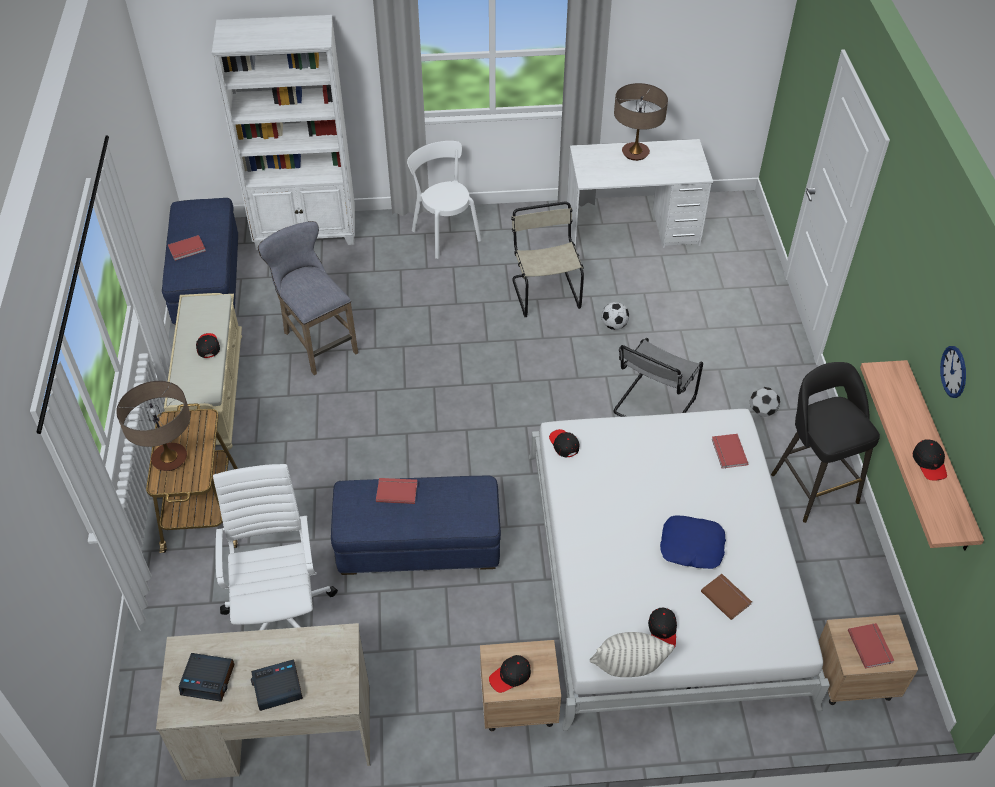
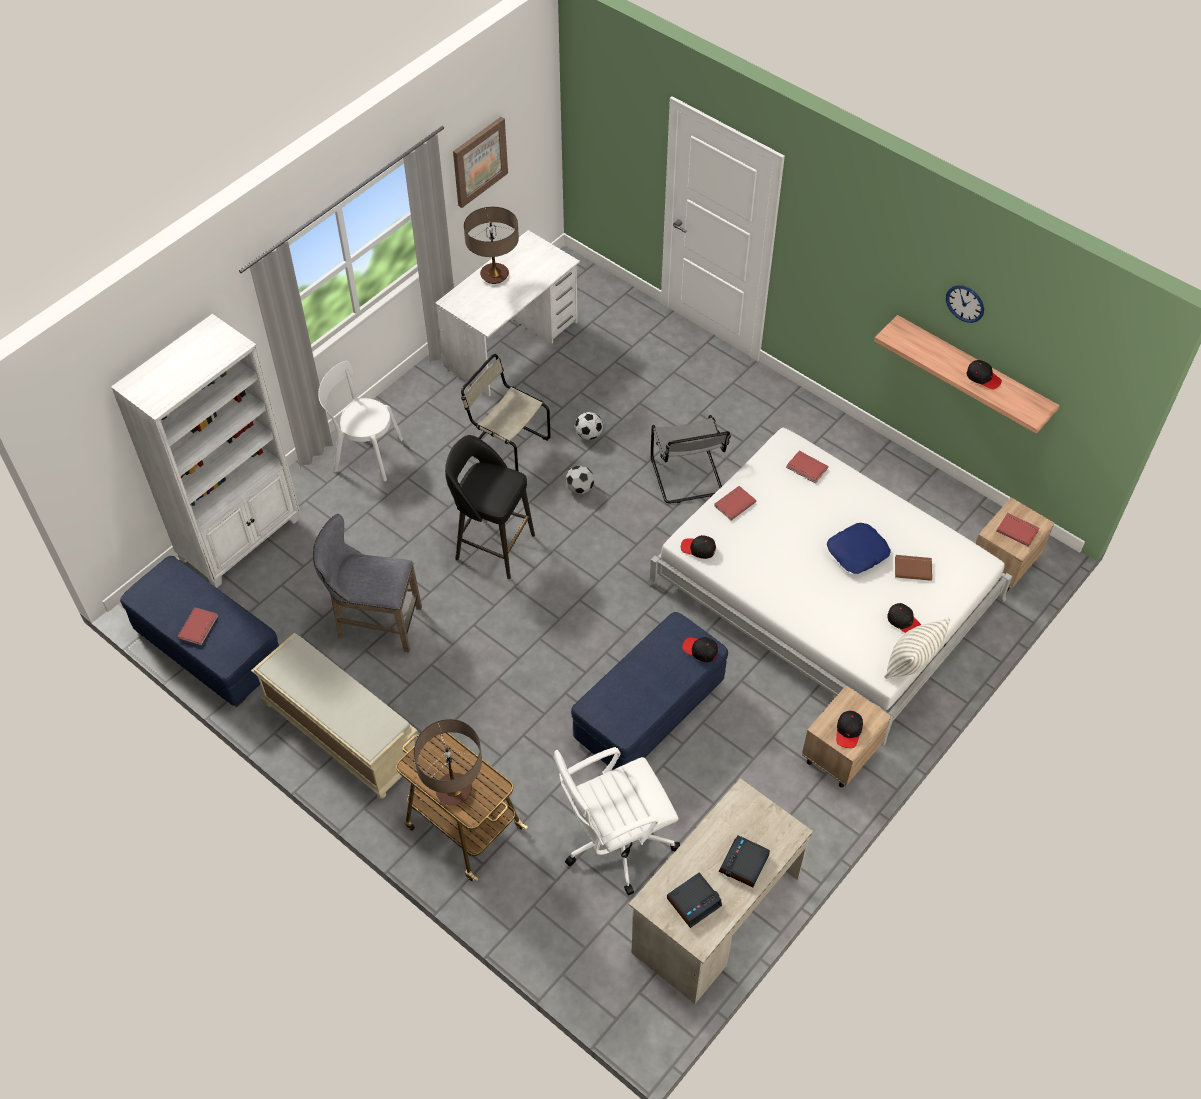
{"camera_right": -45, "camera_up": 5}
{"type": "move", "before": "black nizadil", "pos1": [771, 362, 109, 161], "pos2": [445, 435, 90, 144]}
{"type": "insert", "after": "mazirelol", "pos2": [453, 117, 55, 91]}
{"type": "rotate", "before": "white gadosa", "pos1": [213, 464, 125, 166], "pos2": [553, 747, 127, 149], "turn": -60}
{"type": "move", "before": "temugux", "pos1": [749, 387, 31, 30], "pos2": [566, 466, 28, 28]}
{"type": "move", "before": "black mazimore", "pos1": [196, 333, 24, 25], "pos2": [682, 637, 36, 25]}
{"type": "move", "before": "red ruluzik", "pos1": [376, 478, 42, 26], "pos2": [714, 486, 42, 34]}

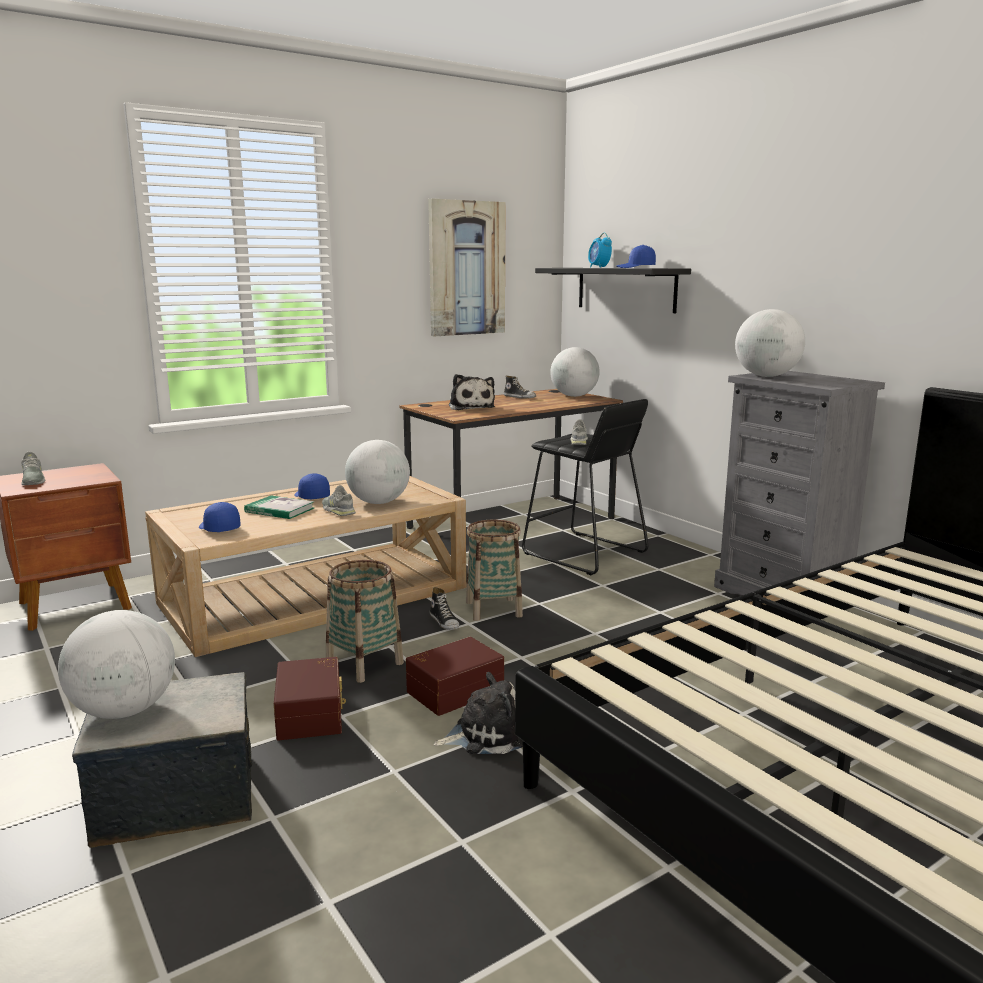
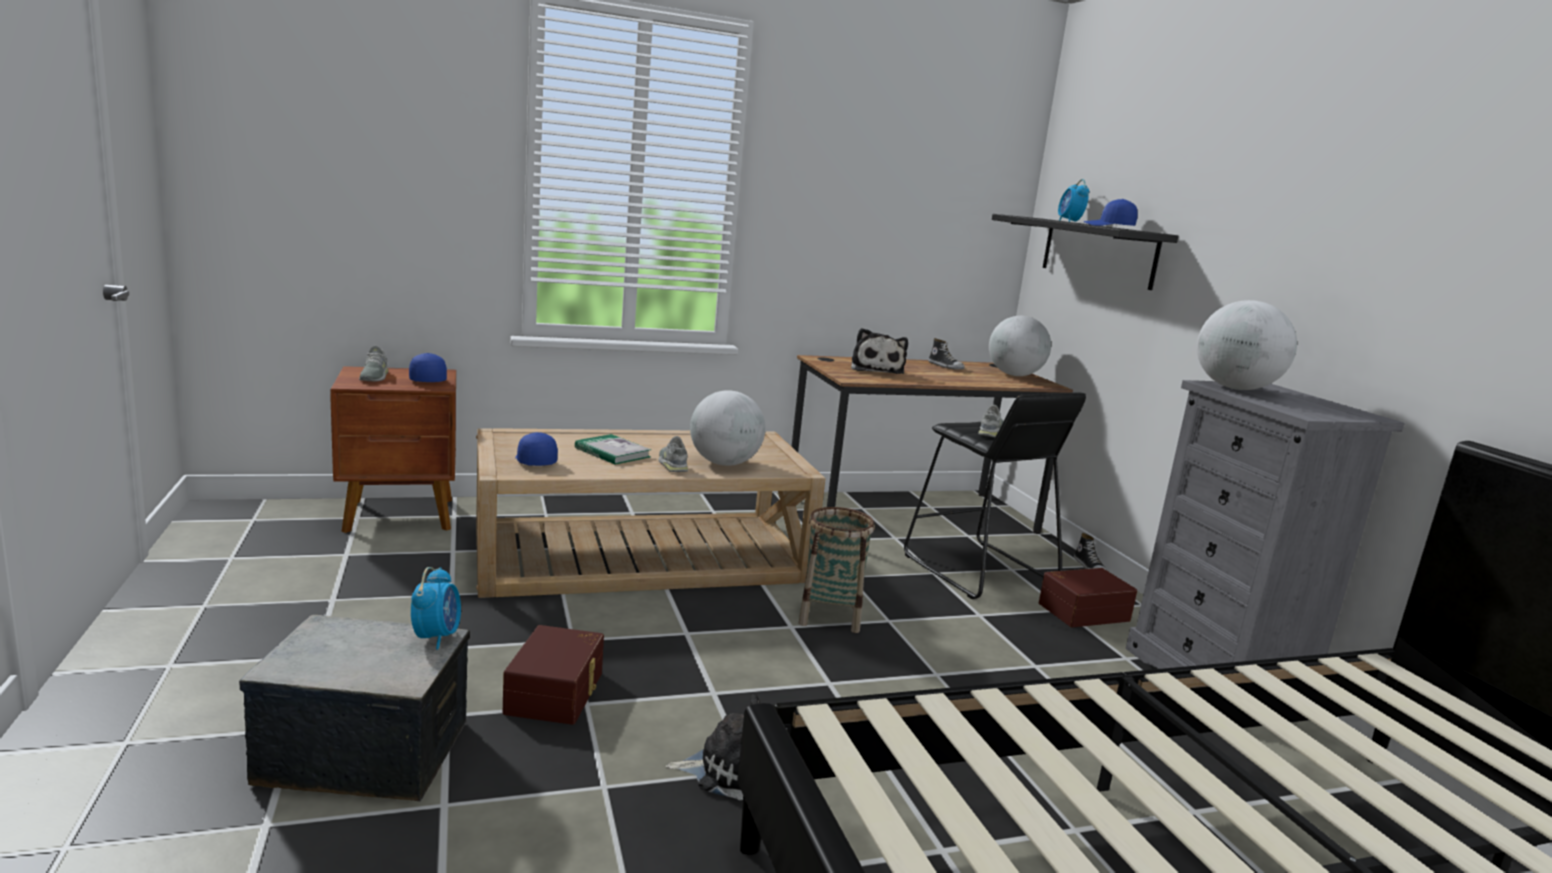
{"camera_right": 15, "camera_up": 0}
{"type": "move", "before": "blue mazimore", "pos1": [294, 473, 36, 26], "pos2": [409, 353, 38, 29]}
{"type": "insert", "after": "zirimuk", "pos2": [411, 567, 50, 83]}
{"type": "move", "before": "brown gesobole", "pos1": [406, 637, 98, 79], "pos2": [1039, 568, 98, 59]}
{"type": "move", "before": "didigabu", "pos1": [430, 587, 29, 43], "pos2": [1074, 533, 33, 37]}
{"type": "delete", "before": "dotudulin", "pos1": [58, 610, 117, 109]}
{"type": "delete", "before": "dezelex", "pos1": [326, 560, 78, 123]}
{"type": "delete", "before": "mazirelol", "pos1": [428, 198, 77, 138]}

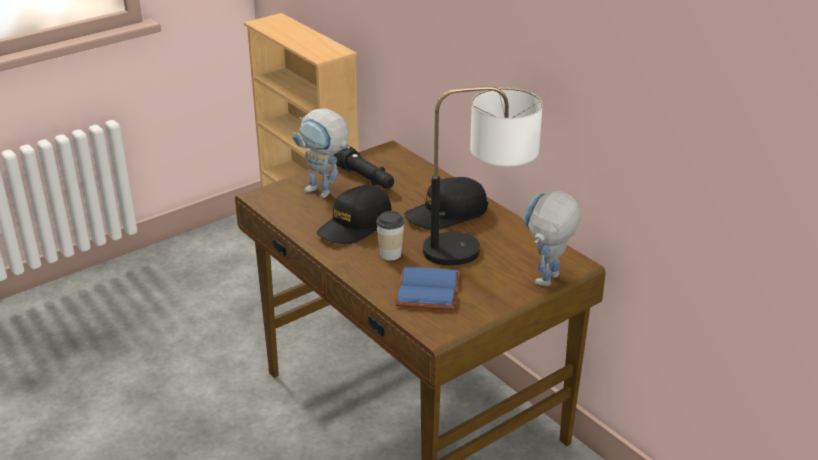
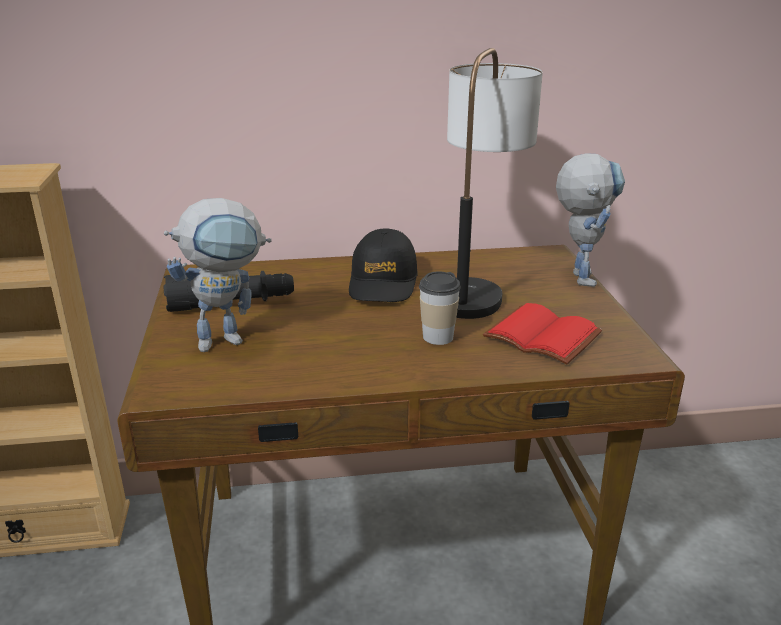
{"camera_right": -60, "camera_up": -5}
{"type": "recolor", "before": "blue ruluzik", "after": "red ruluzik", "pos1": [395, 266, 65, 44], "pos2": [483, 303, 119, 62]}
{"type": "rotate", "before": "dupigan", "pos1": [523, 191, 58, 95], "pos2": [556, 153, 69, 134], "turn": -150}
{"type": "delete", "before": "black mazimore", "pos1": [317, 185, 75, 59]}

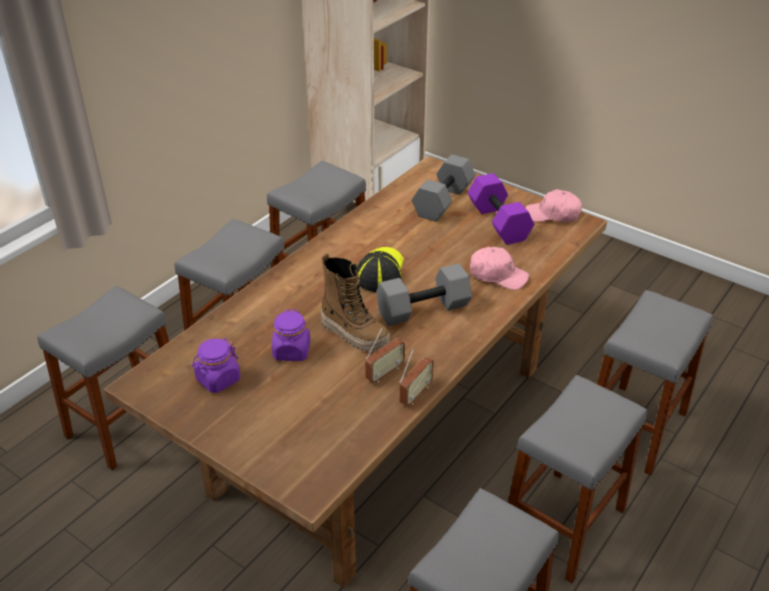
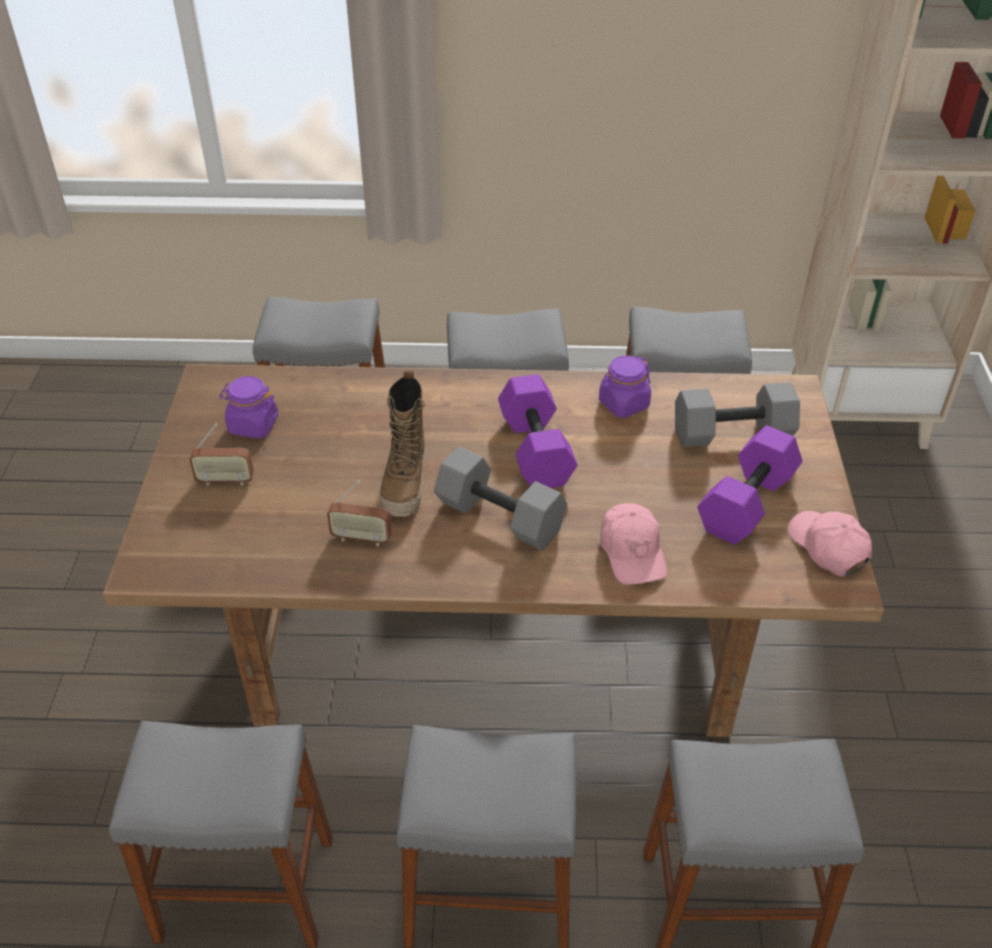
{"camera_right": 55, "camera_up": 5}
{"type": "move", "before": "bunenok", "pos1": [400, 349, 34, 57], "pos2": [189, 424, 65, 62]}
{"type": "replace", "before": "mazimore", "after": "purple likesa", "pos1": [357, 247, 47, 45], "pos2": [498, 374, 79, 114]}
{"type": "move", "before": "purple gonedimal", "pos1": [272, 309, 38, 52], "pos2": [599, 355, 52, 63]}

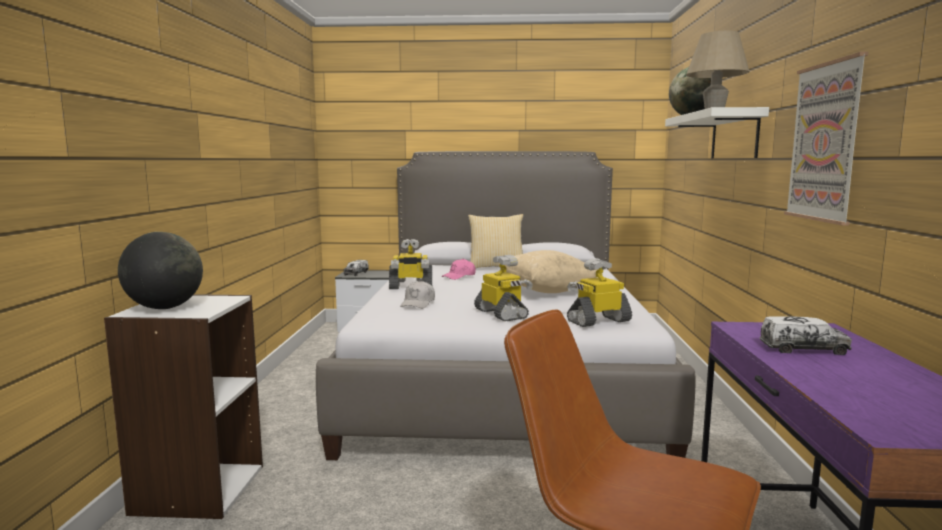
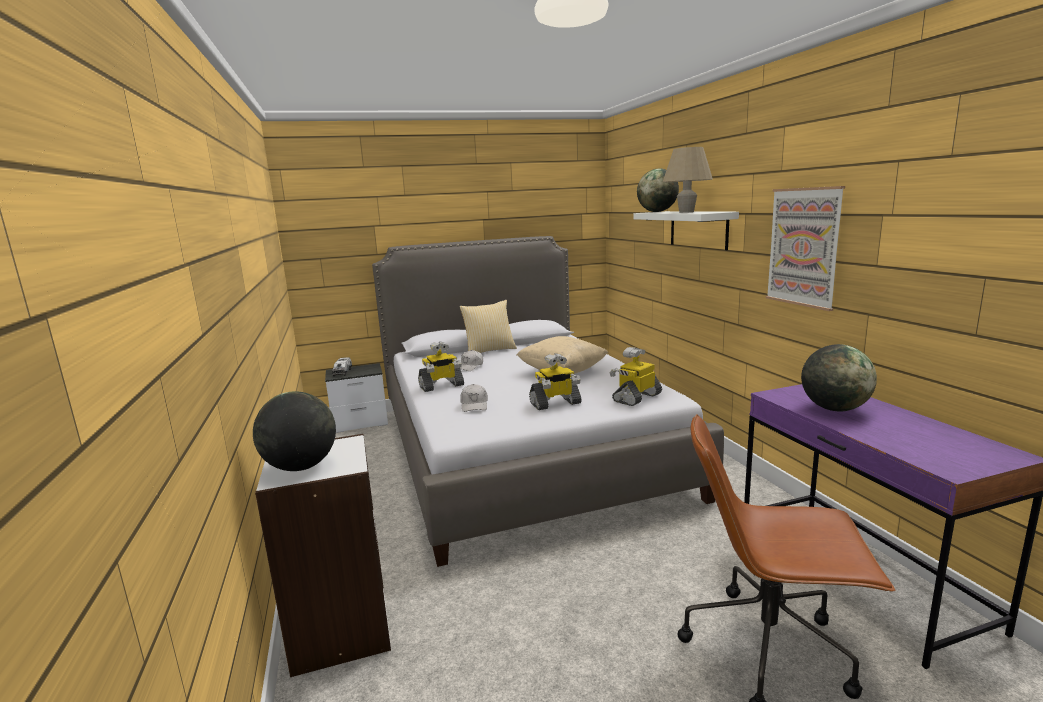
{"camera_right": -20, "camera_up": 5}
{"type": "recolor", "before": "pink mazimore", "after": "white mazimore", "pos1": [442, 259, 34, 21], "pos2": [460, 350, 23, 21]}
{"type": "rotate", "before": "dupigan", "pos1": [474, 255, 59, 66], "pos2": [529, 353, 53, 57], "turn": 120}
{"type": "replace", "before": "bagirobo", "after": "dotudulin", "pos1": [759, 316, 93, 39], "pos2": [801, 344, 76, 67]}

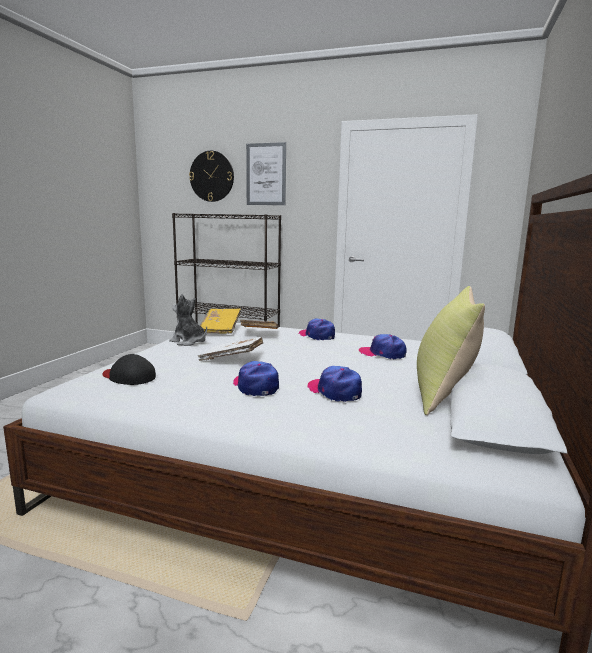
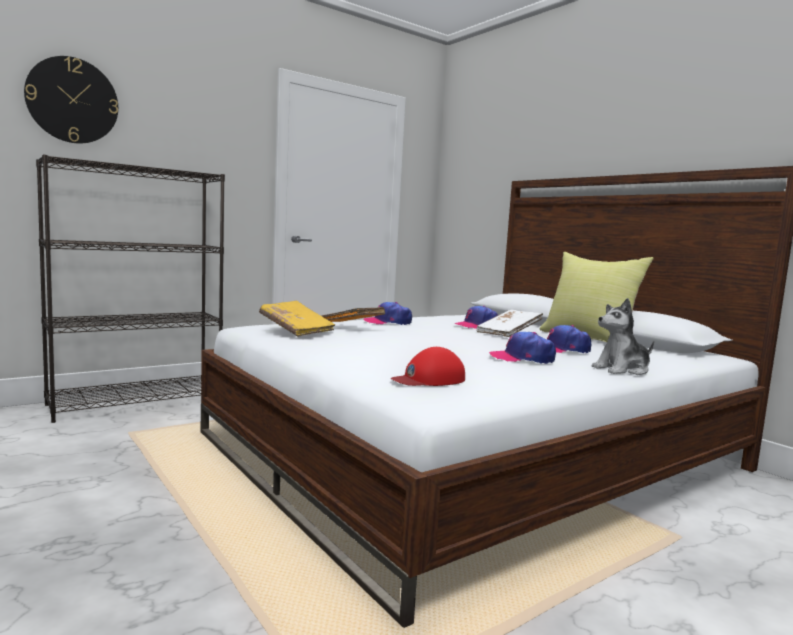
{"camera_right": -55, "camera_up": -5}
{"type": "recolor", "before": "black mazimore", "after": "red mazimore", "pos1": [103, 354, 53, 31], "pos2": [391, 347, 74, 39]}
{"type": "move", "before": "white ruluzik", "pos1": [198, 337, 65, 24], "pos2": [476, 310, 67, 27]}
{"type": "move", "before": "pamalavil", "pos1": [169, 294, 38, 52], "pos2": [592, 298, 62, 77]}
{"type": "delete", "before": "mazirelol", "pos1": [246, 142, 40, 63]}

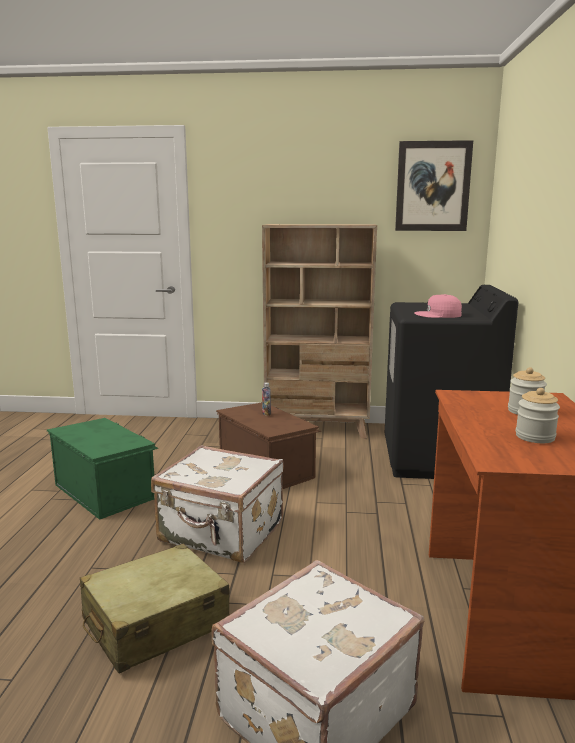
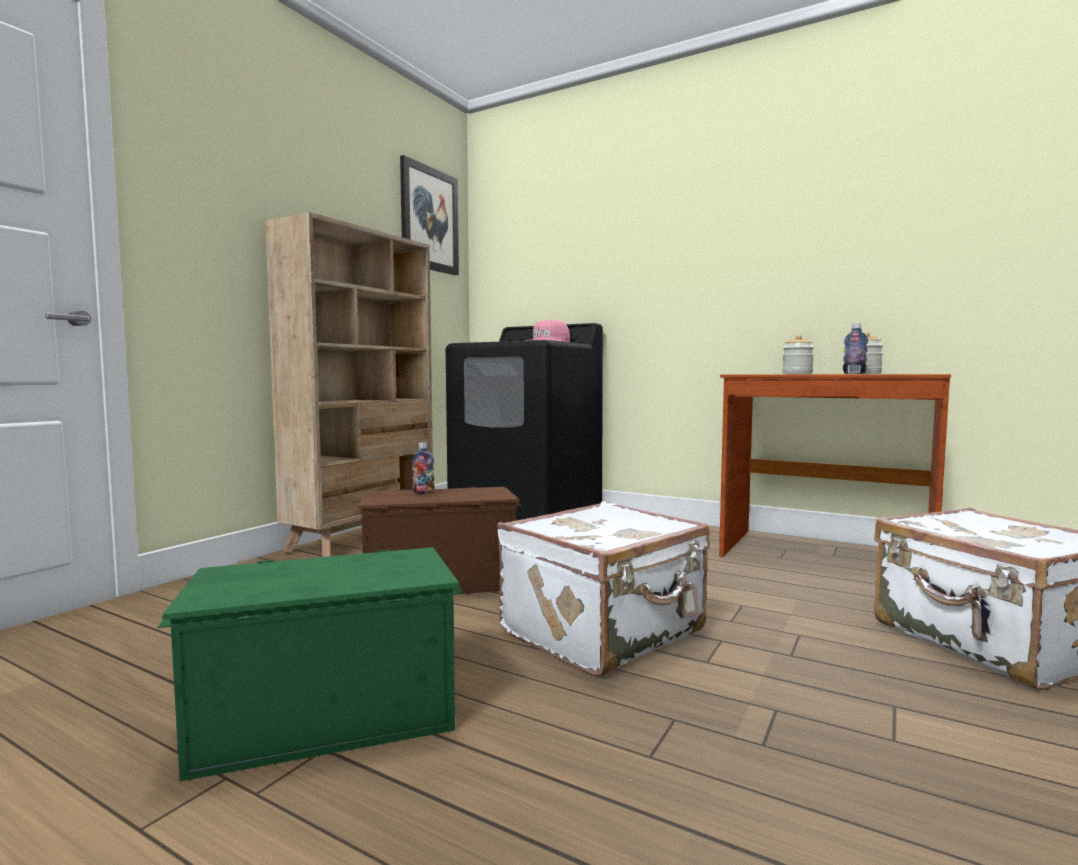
{"camera_right": -65, "camera_up": -10}
{"type": "insert", "after": "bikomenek", "pos2": [843, 323, 25, 51]}
{"type": "delete", "before": "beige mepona", "pos1": [80, 544, 149, 130]}

